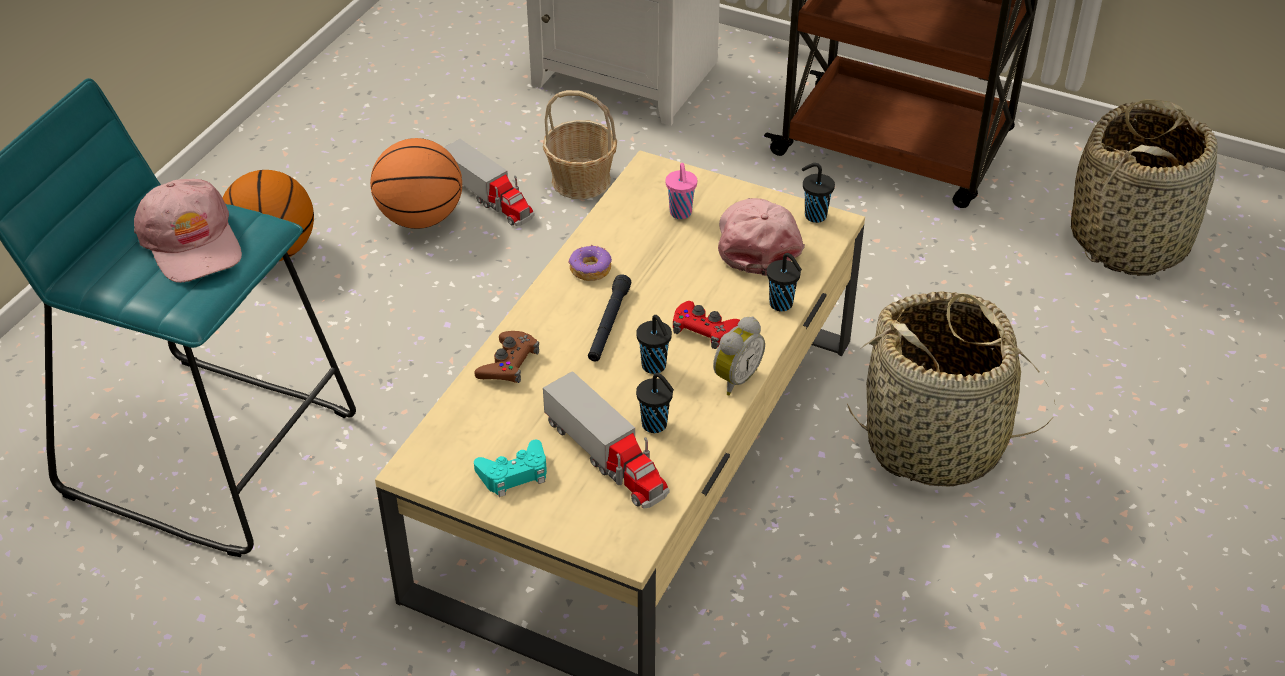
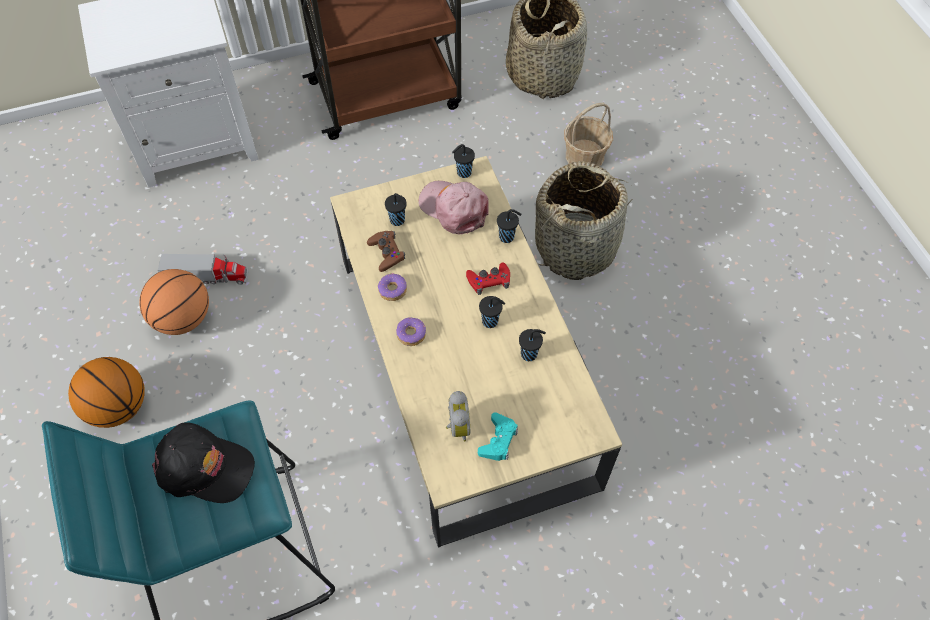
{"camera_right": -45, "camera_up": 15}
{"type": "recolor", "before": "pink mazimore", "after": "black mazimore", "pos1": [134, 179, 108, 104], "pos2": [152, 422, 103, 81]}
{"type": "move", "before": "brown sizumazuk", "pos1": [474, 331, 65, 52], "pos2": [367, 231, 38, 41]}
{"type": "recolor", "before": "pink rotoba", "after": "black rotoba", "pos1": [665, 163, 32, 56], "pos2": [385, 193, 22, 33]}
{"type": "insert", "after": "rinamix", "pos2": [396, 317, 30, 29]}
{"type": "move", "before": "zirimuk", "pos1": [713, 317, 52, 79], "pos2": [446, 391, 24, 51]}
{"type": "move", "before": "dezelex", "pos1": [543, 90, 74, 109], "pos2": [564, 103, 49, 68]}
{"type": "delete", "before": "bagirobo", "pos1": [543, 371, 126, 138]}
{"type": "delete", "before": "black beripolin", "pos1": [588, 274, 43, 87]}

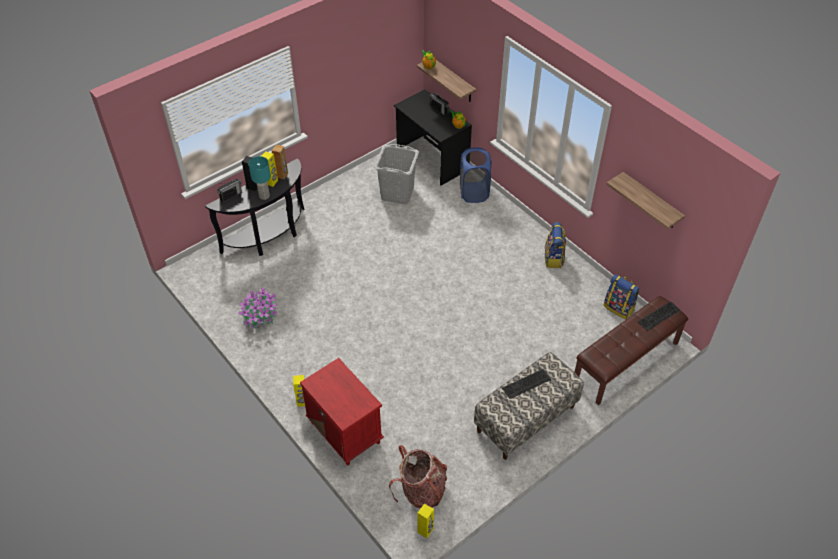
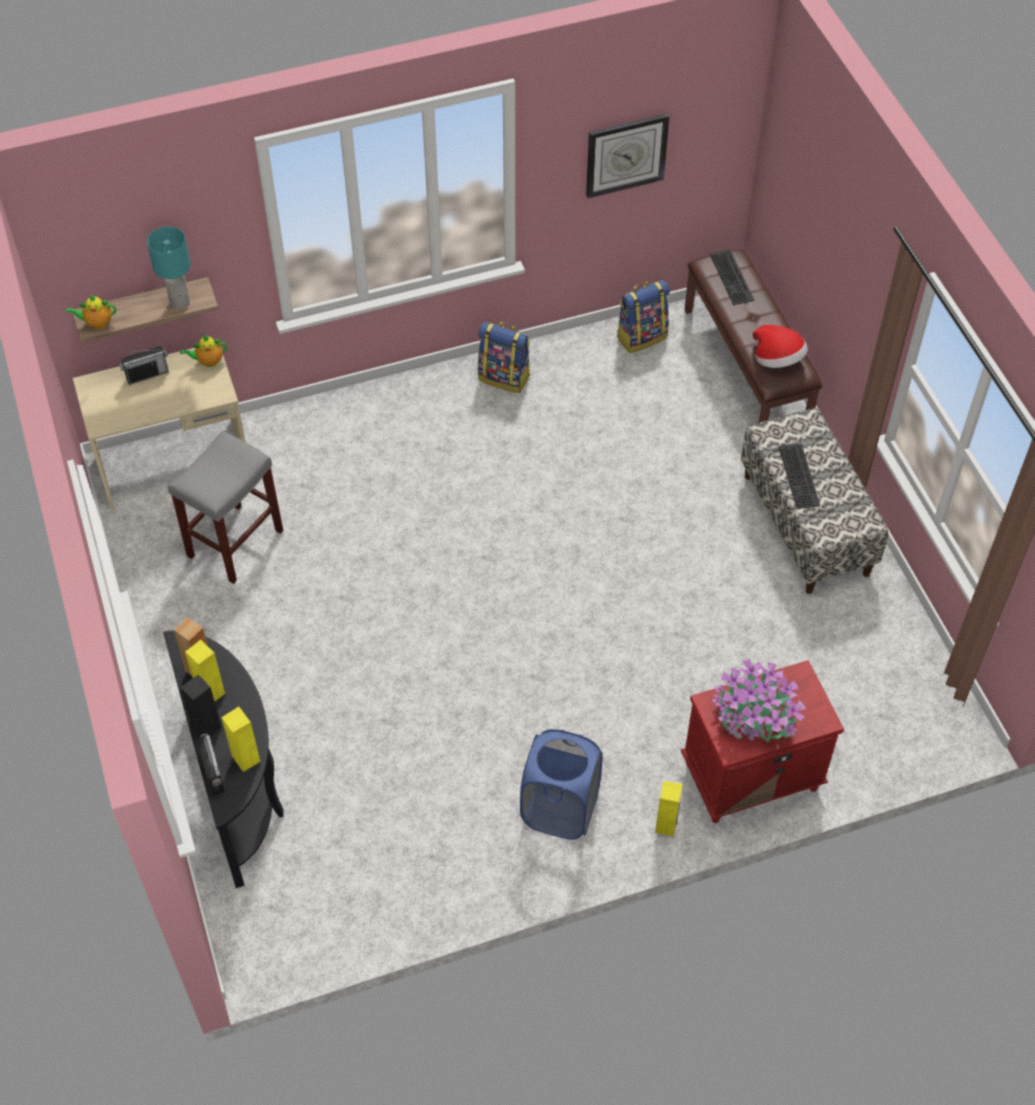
{"camera_right": -70, "camera_up": 5}
{"type": "recolor", "before": "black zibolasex", "after": "beige zibolasex", "pos1": [394, 89, 78, 97], "pos2": [73, 348, 173, 162]}
{"type": "move", "before": "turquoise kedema", "pos1": [248, 156, 23, 44], "pos2": [147, 226, 44, 83]}
{"type": "replace", "before": "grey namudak", "after": "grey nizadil", "pos1": [374, 144, 45, 60], "pos2": [168, 431, 115, 153]}
{"type": "move", "before": "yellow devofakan", "pos1": [417, 504, 17, 34], "pos2": [222, 707, 38, 65]}
{"type": "move", "before": "blue namudak", "pos1": [460, 148, 32, 55], "pos2": [520, 729, 83, 111]}
{"type": "replace", "before": "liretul", "after": "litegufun", "pos1": [606, 172, 79, 57], "pos2": [586, 113, 84, 85]}
{"type": "move", "before": "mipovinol", "pos1": [238, 288, 39, 41], "pos2": [712, 659, 94, 83]}
{"type": "insert", "after": "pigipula", "pos2": [753, 324, 55, 44]}
{"type": "delete", "before": "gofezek", "pos1": [389, 445, 58, 64]}

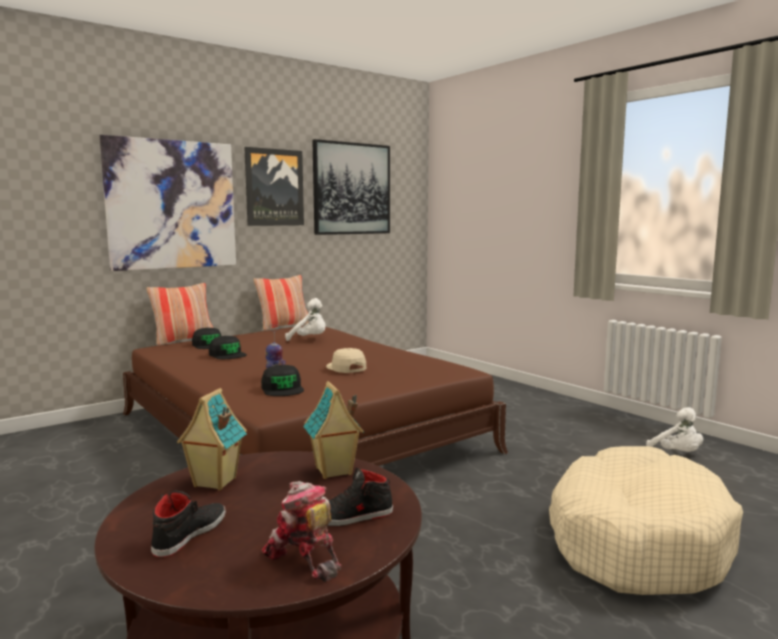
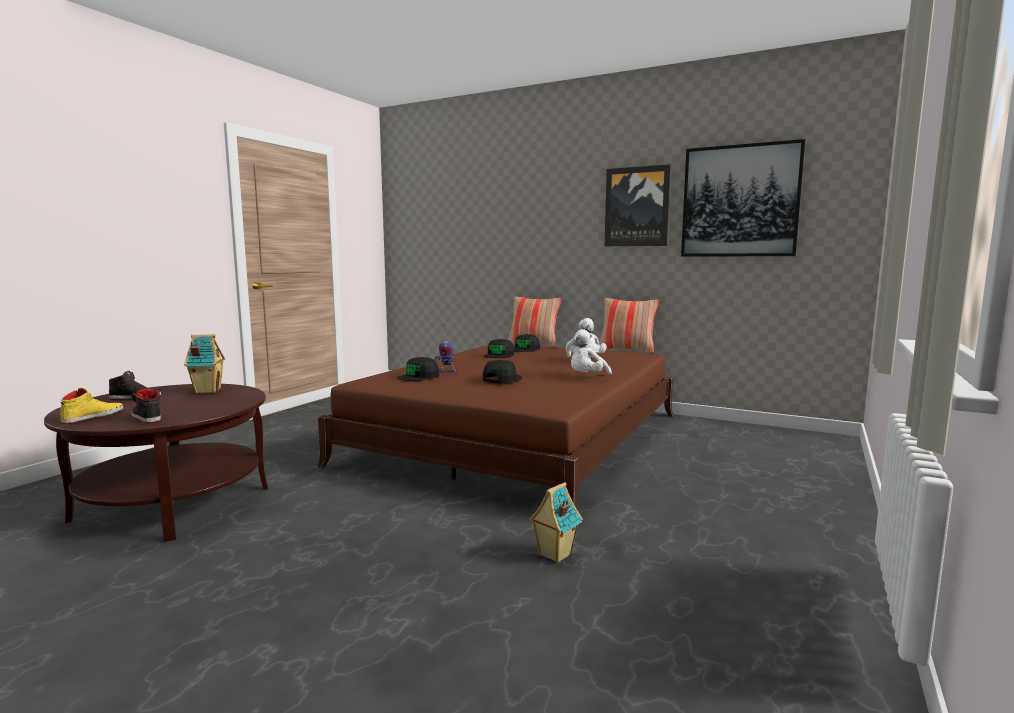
{"camera_right": 65, "camera_up": 0}
{"type": "replace", "before": "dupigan", "after": "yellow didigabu", "pos1": [261, 481, 80, 101], "pos2": [60, 388, 63, 36]}
{"type": "recolor", "before": "beige mazimore", "after": "black mazimore", "pos1": [326, 348, 40, 25], "pos2": [483, 360, 39, 23]}
{"type": "move", "before": "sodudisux", "pos1": [303, 381, 61, 98], "pos2": [529, 482, 54, 81]}
{"type": "move", "before": "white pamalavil", "pos1": [646, 407, 57, 45], "pos2": [571, 329, 41, 46]}
{"type": "delete", "before": "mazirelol", "pos1": [100, 135, 136, 136]}
{"type": "delete", "before": "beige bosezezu", "pos1": [549, 446, 194, 149]}

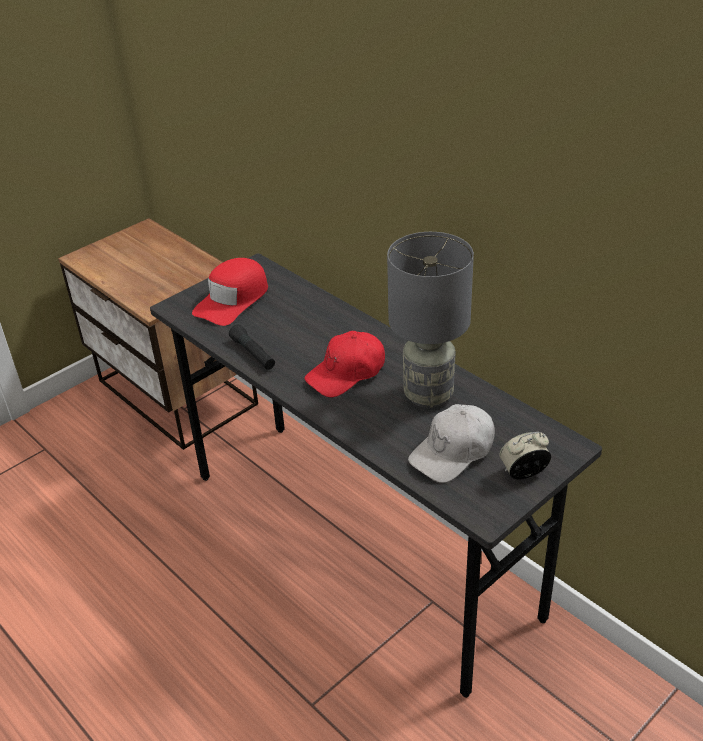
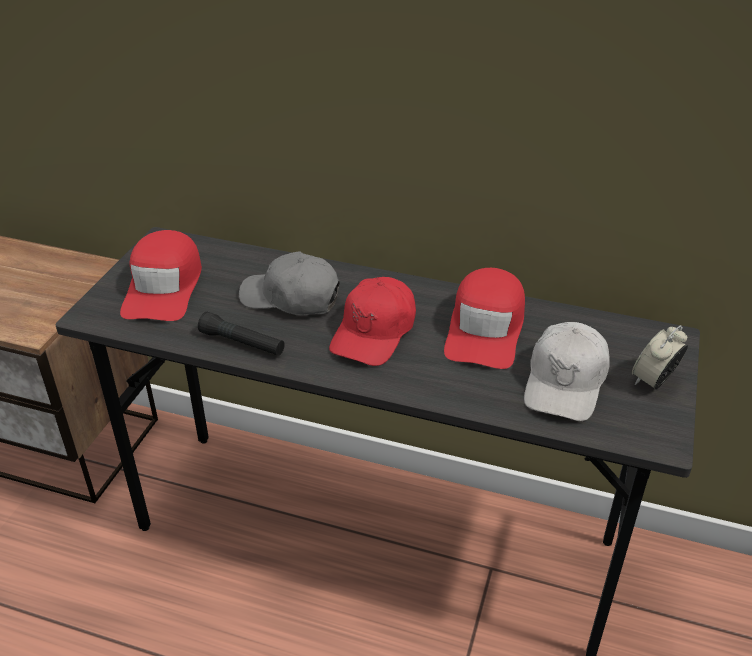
{"camera_right": -30, "camera_up": 0}
{"type": "insert", "after": "grey mazimore", "pos2": [239, 251, 101, 65]}
{"type": "replace", "before": "grey kedema", "after": "red mazimore", "pos1": [387, 232, 87, 176], "pos2": [444, 268, 81, 101]}

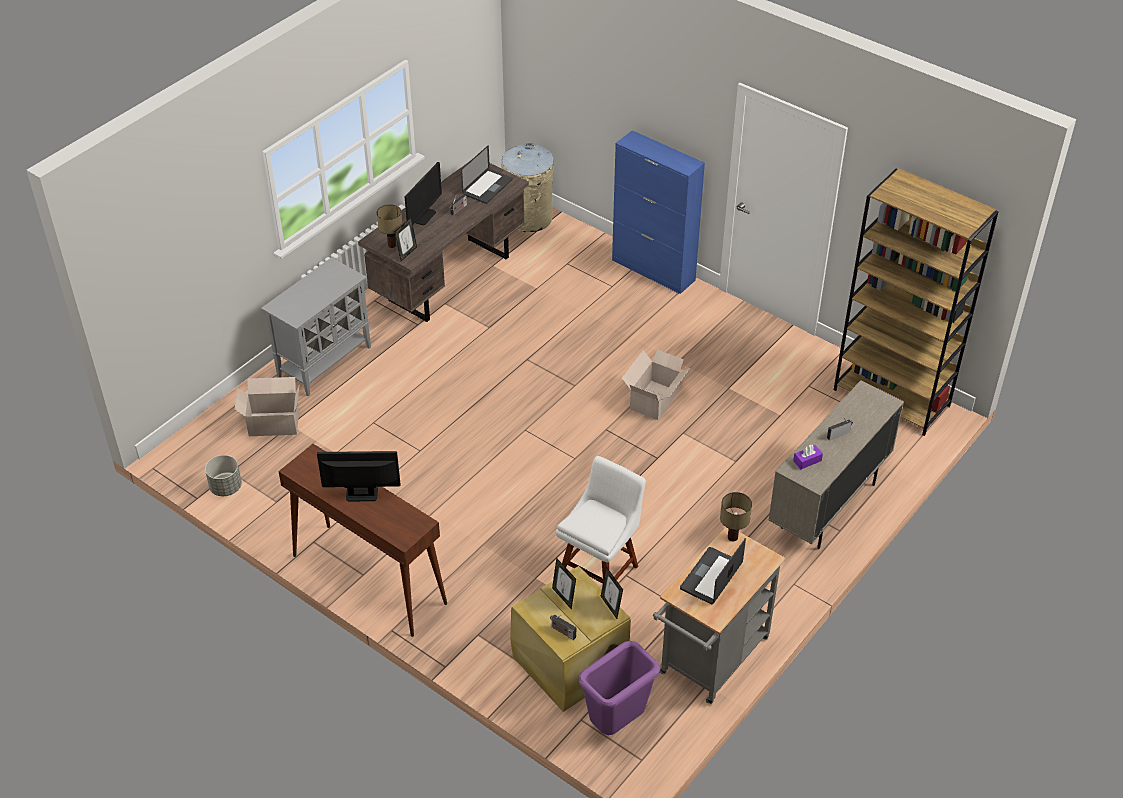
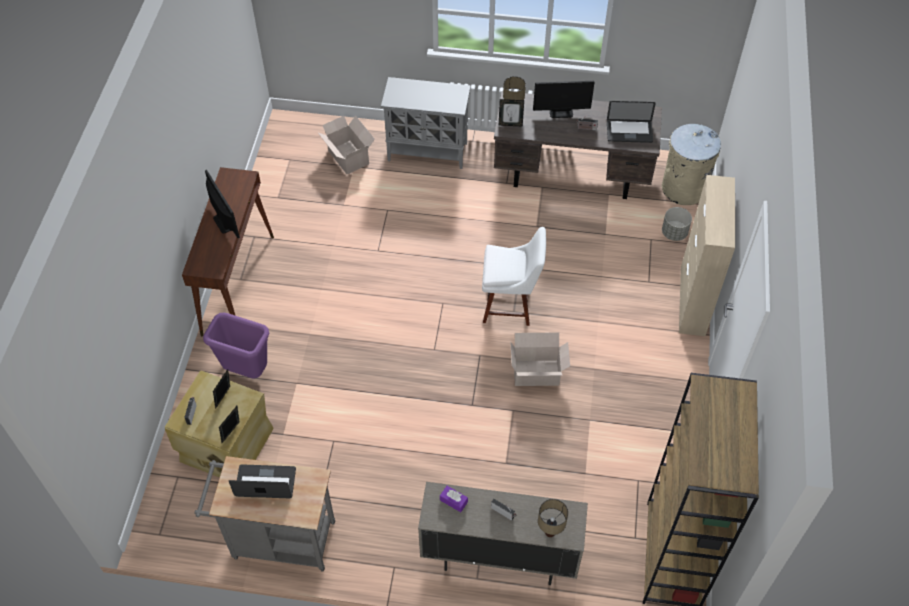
{"camera_right": 60, "camera_up": 10}
{"type": "move", "before": "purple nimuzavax", "pos1": [578, 641, 82, 94], "pos2": [203, 313, 66, 65]}
{"type": "move", "before": "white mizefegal", "pos1": [556, 456, 90, 127], "pos2": [482, 227, 64, 99]}
{"type": "move", "before": "kedema", "pos1": [720, 492, 32, 49], "pos2": [538, 499, 30, 38]}
{"type": "move", "before": "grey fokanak", "pos1": [205, 455, 37, 41], "pos2": [662, 207, 30, 34]}
{"type": "recolor", "before": "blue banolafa", "after": "beige banolafa", "pos1": [612, 130, 93, 164], "pos2": [679, 175, 56, 161]}

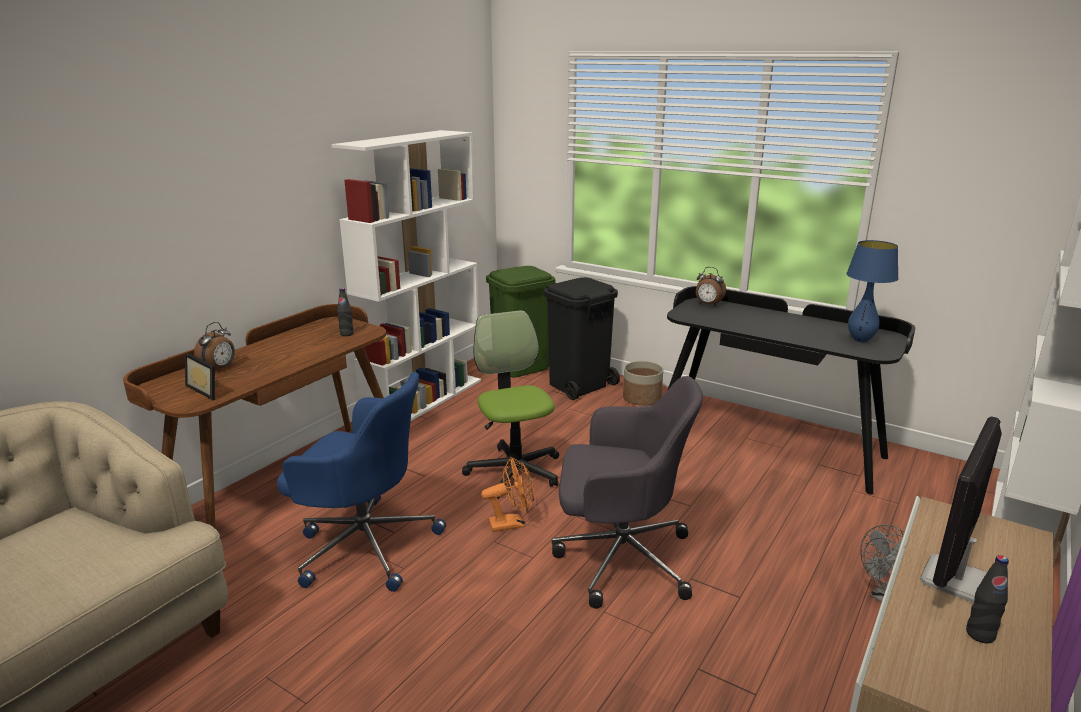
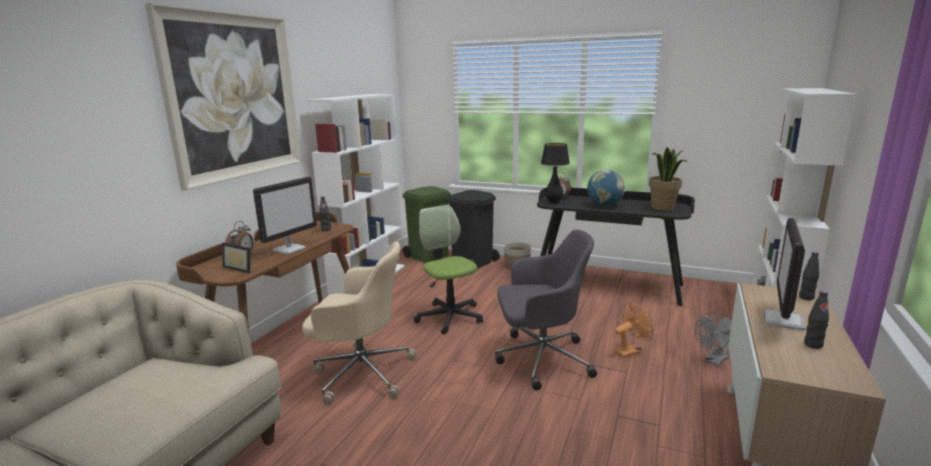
{"camera_right": -10, "camera_up": -5}
{"type": "insert", "after": "mazirelol", "pos2": [145, 3, 156, 188]}
{"type": "insert", "after": "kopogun", "pos2": [253, 177, 64, 78]}
{"type": "recolor", "before": "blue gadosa", "after": "beige gadosa", "pos1": [277, 372, 169, 220], "pos2": [302, 241, 114, 164]}
{"type": "insert", "after": "black kedema", "pos2": [541, 143, 29, 61]}
{"type": "insert", "after": "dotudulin", "pos2": [587, 170, 38, 36]}
{"type": "move", "before": "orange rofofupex", "pos1": [481, 457, 53, 75], "pos2": [614, 302, 39, 56]}
{"type": "replace", "before": "blue kedema", "after": "mipovinol", "pos1": [846, 240, 53, 102], "pos2": [649, 147, 38, 64]}
{"type": "insert", "after": "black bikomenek", "pos2": [799, 252, 20, 48]}

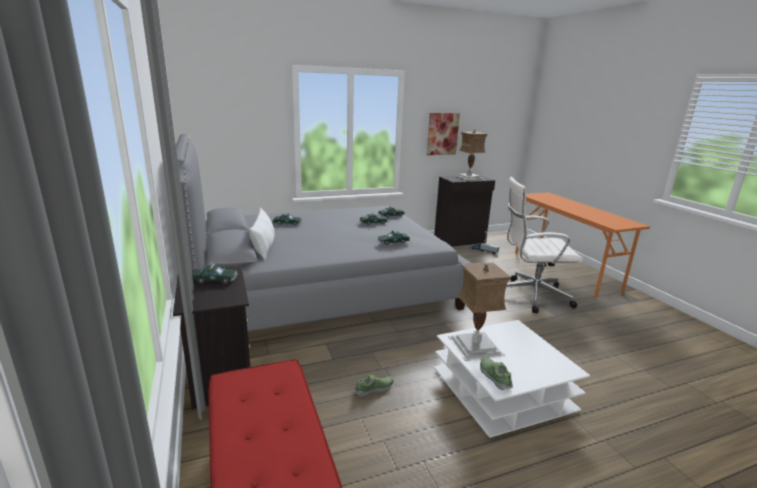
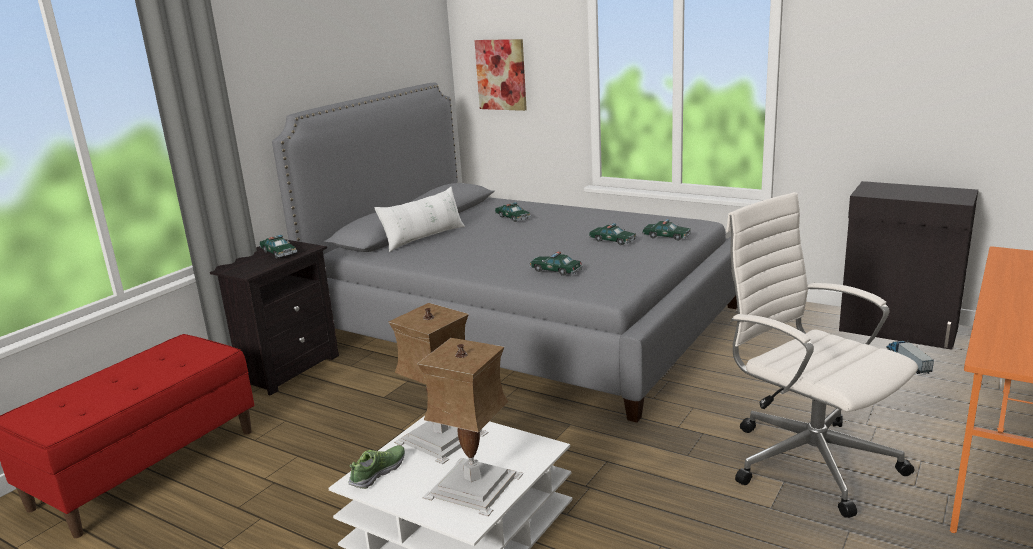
{"camera_right": 55, "camera_up": 0}
{"type": "move", "before": "kedema", "pos1": [454, 130, 33, 51], "pos2": [417, 338, 106, 179]}
{"type": "move", "before": "mazirelol", "pos1": [427, 113, 33, 42], "pos2": [474, 39, 53, 72]}
{"type": "delete", "before": "didigabu", "pos1": [355, 375, 39, 22]}

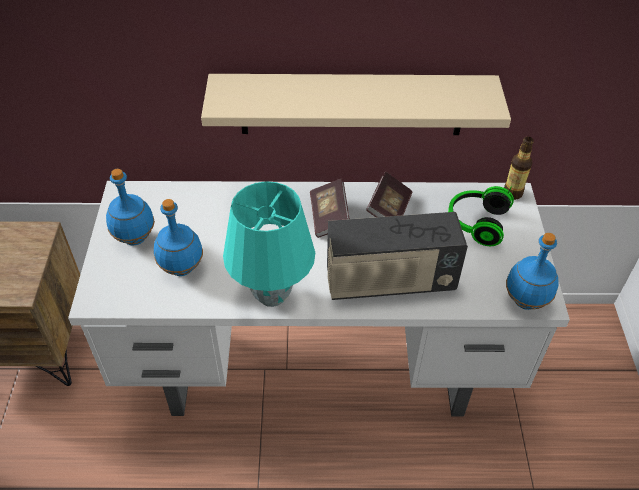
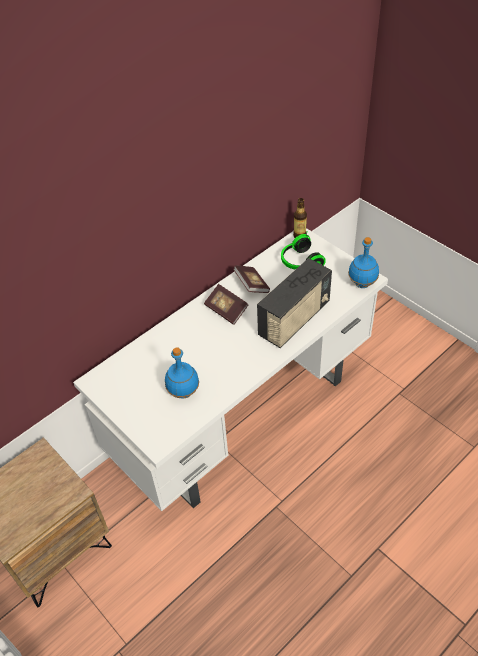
{"camera_right": -40, "camera_up": 0}
{"type": "delete", "before": "blue bikomenek", "pos1": [106, 169, 49, 76]}
{"type": "delete", "before": "beige liretul", "pos1": [201, 74, 310, 61]}
{"type": "delete", "before": "turquoise kedema", "pos1": [223, 181, 92, 126]}

